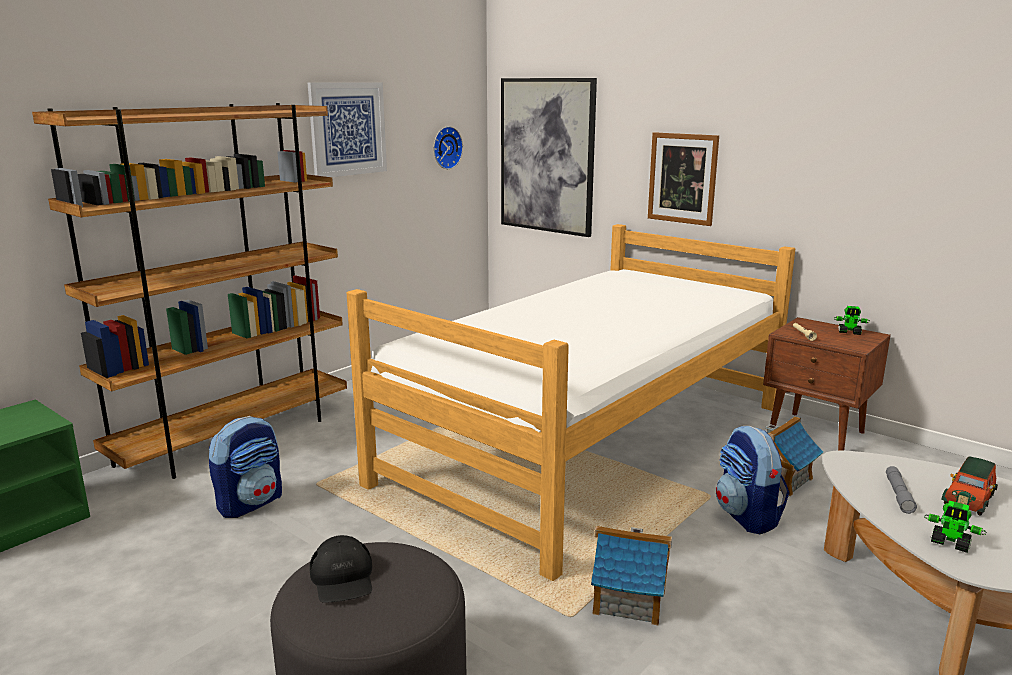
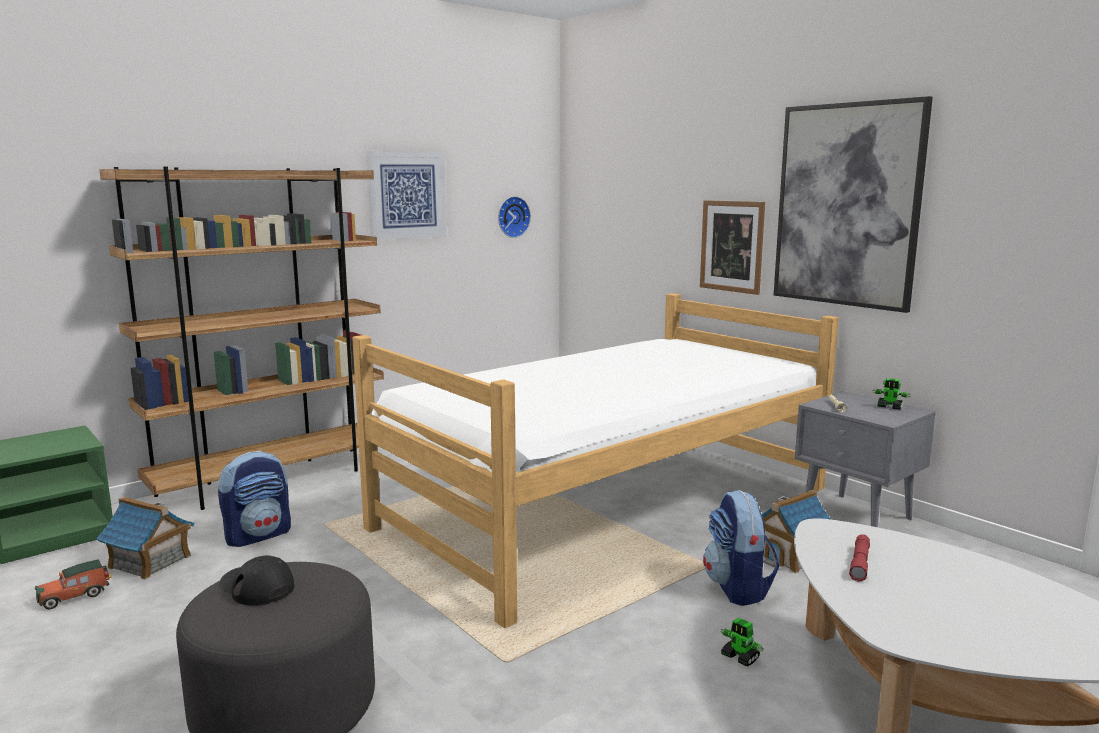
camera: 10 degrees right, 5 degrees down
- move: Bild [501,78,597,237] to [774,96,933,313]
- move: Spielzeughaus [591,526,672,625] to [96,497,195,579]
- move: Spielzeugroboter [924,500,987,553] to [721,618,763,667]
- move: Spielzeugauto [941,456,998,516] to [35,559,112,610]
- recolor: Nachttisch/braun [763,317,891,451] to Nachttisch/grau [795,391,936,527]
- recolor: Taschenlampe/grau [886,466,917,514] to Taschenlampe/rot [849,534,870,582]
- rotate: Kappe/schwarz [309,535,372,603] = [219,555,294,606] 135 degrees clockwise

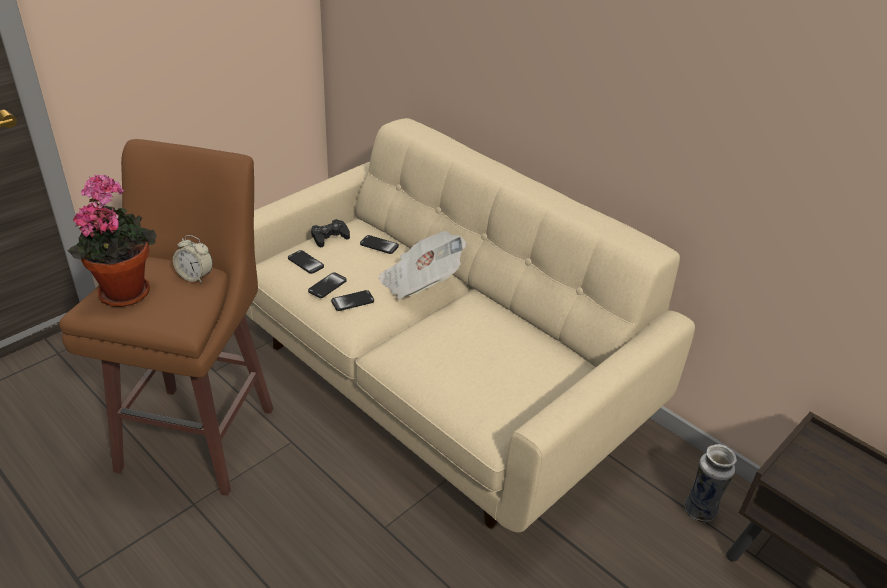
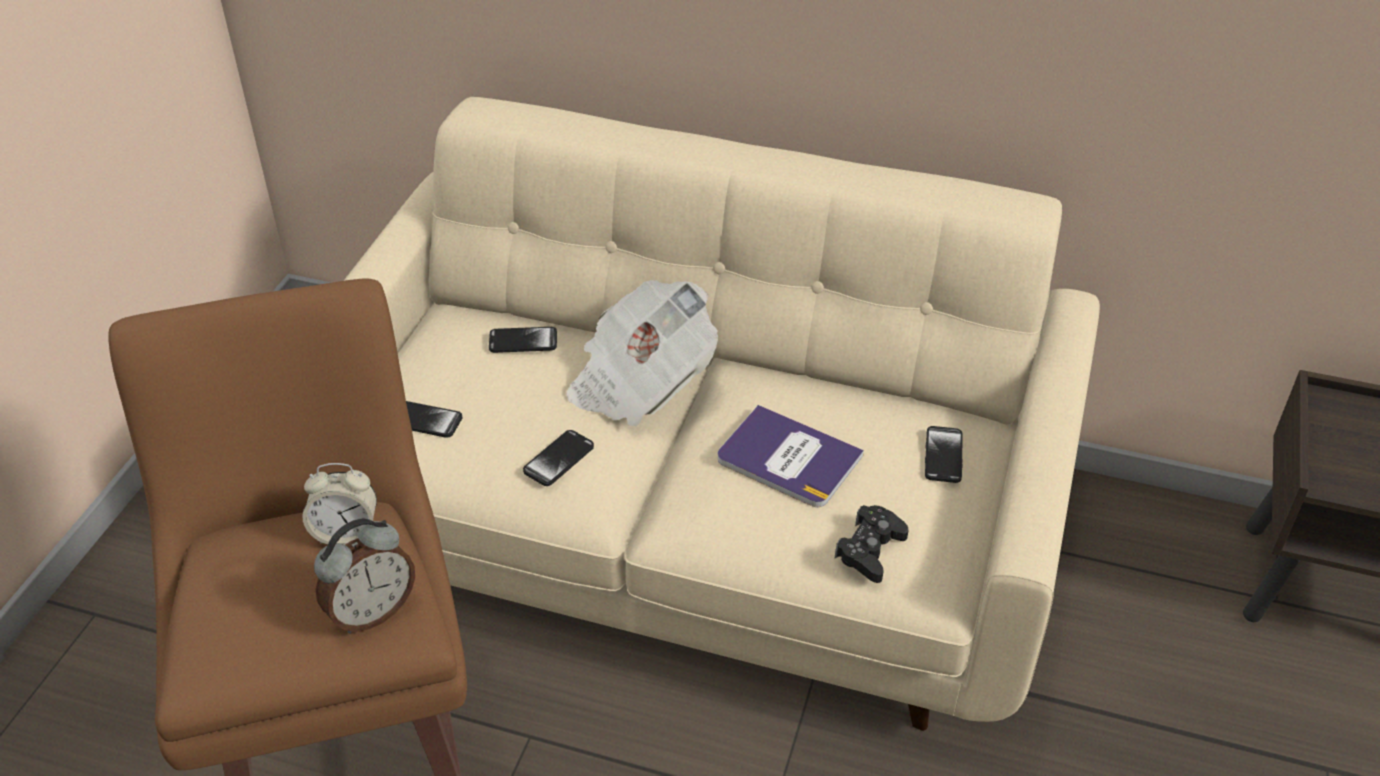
camera: 25 degrees left, 5 degrees up
- delete: Topfpflanze [68,175,157,307]
- delete: Vase [685,444,737,523]
- insert: Wecker [314,519,415,633]
- insert: Buch [718,405,864,507]
- move: Handy [308,272,347,298] to [925,426,963,483]
- move: Gamepad/schwarz [311,219,350,247] to [834,505,909,583]

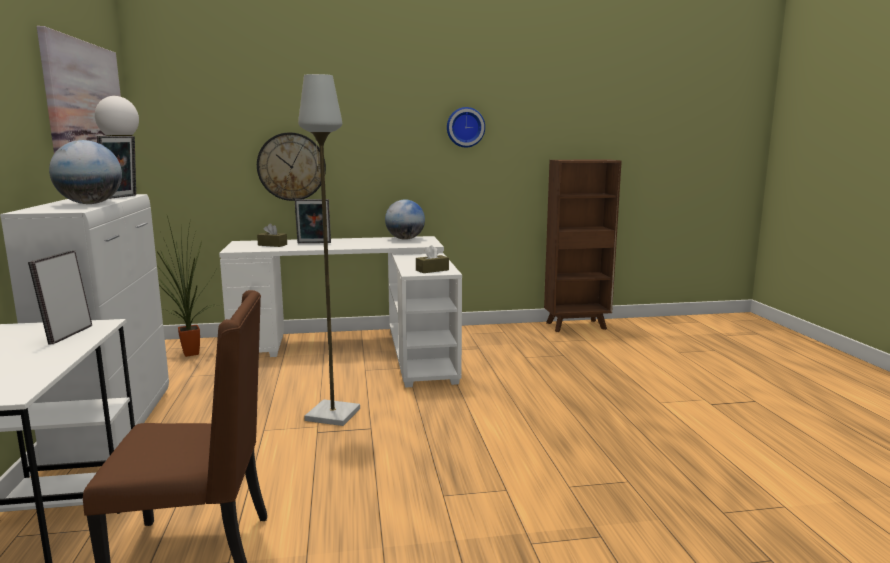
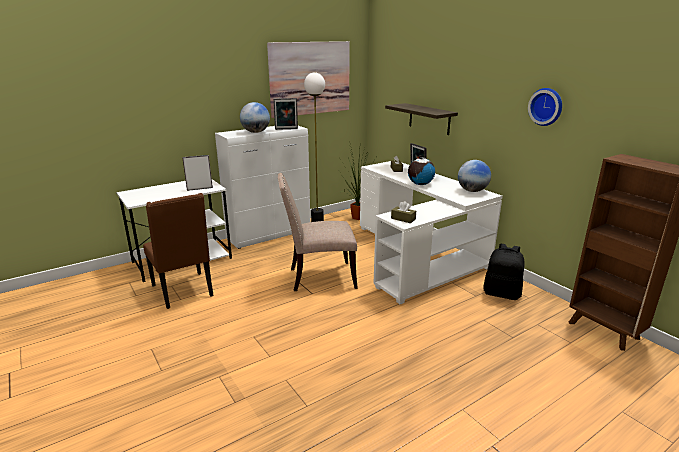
camera: 65 degrees right, 10 degrees up
- insert: Globus [408,155,435,185]
- insert: Rucksack/schwarz [483,244,524,300]
- replace: Wanduhr [257,132,326,201] to Wandregal [385,103,458,135]
- replace: Stehlampe/grau [298,74,360,426] to Stuhl/beige [278,173,358,291]

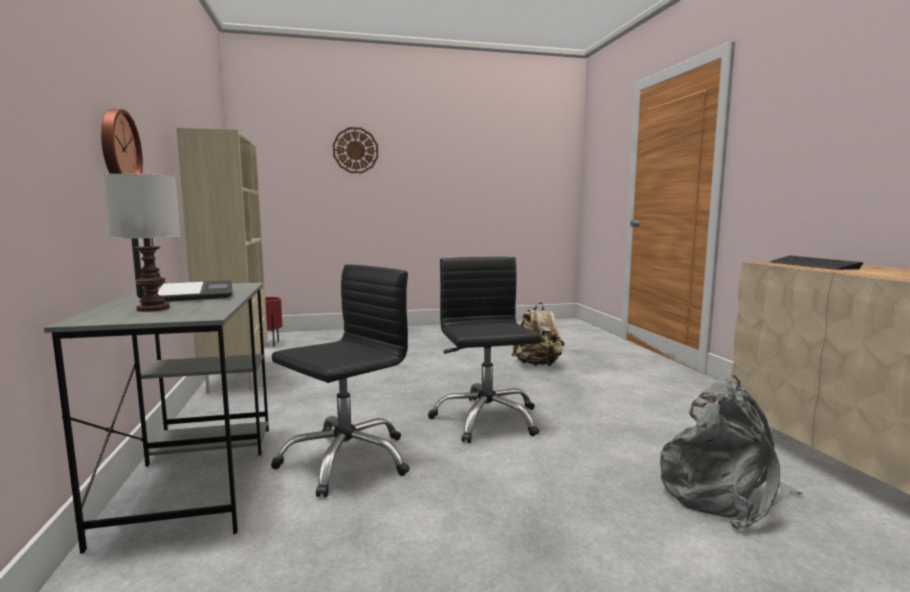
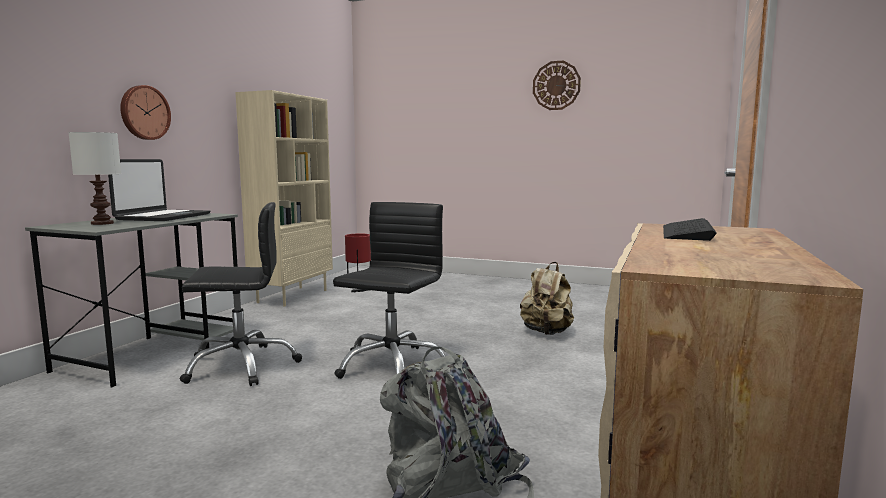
camera: 35 degrees right, 0 degrees up
- move: Wanduhr [333,127,378,173] to [533,60,581,110]

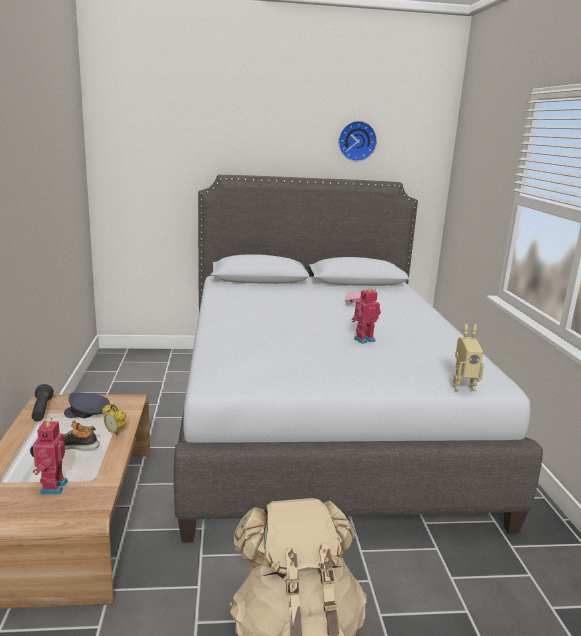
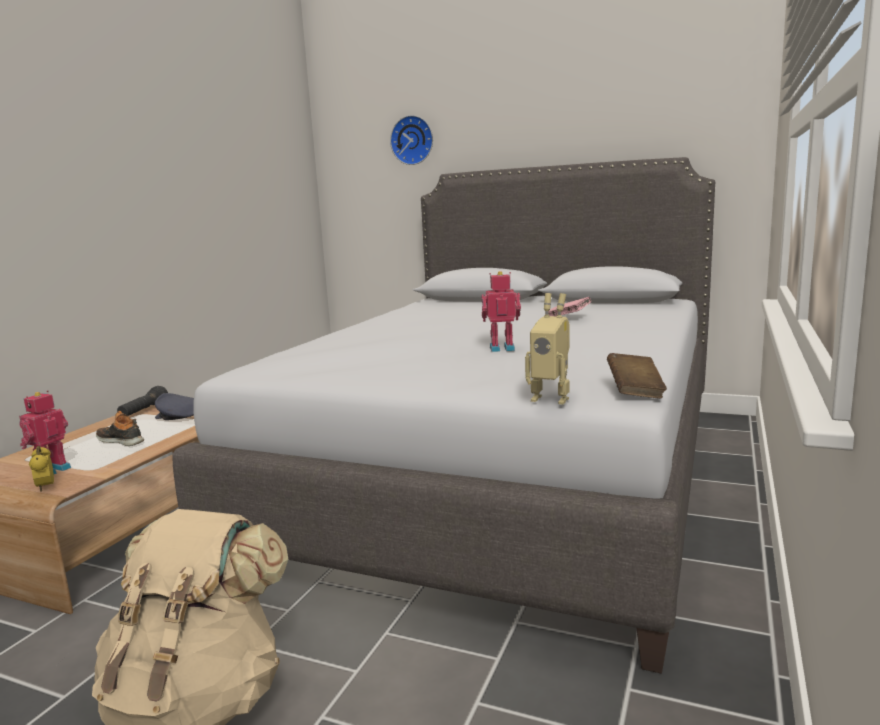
camera: 30 degrees right, 5 degrees down
- insert: Buch/braun [607,353,667,398]
- move: Wecker [102,404,126,436] to [29,446,54,492]
- move: Wanduhr [338,121,377,162] to [390,115,433,165]

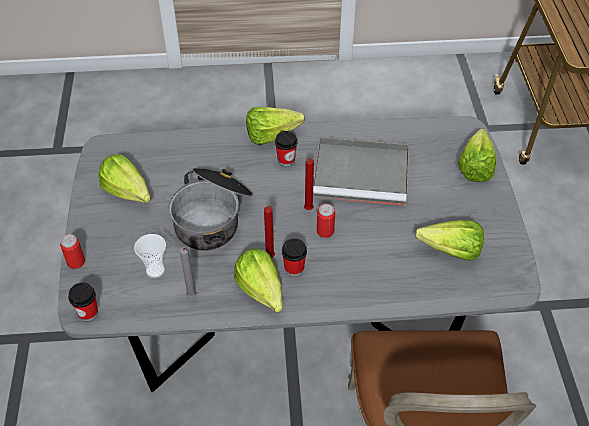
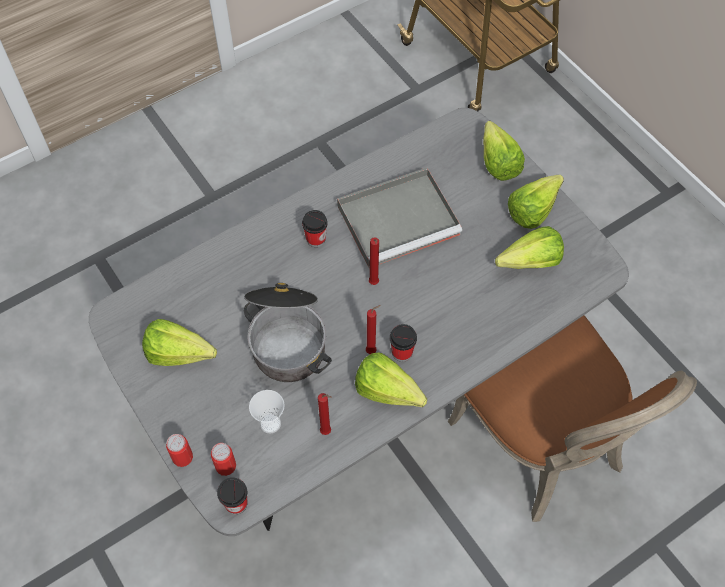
camera: 30 degrees left, 10 degrees up
- move: Salatkopf [246,107,305,145] to [508,175,564,229]
- move: Dose [317,204,335,238] to [211,443,236,476]
- recolor: Kerze/grau [179,247,197,298] to Kerze/rot [318,393,332,435]

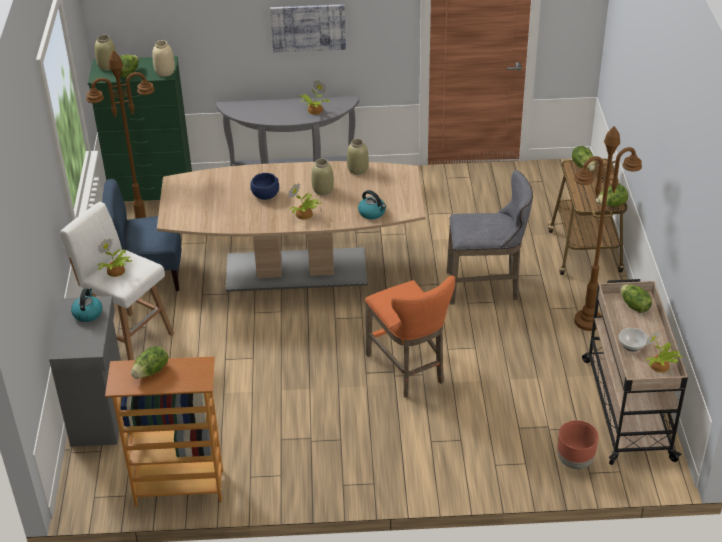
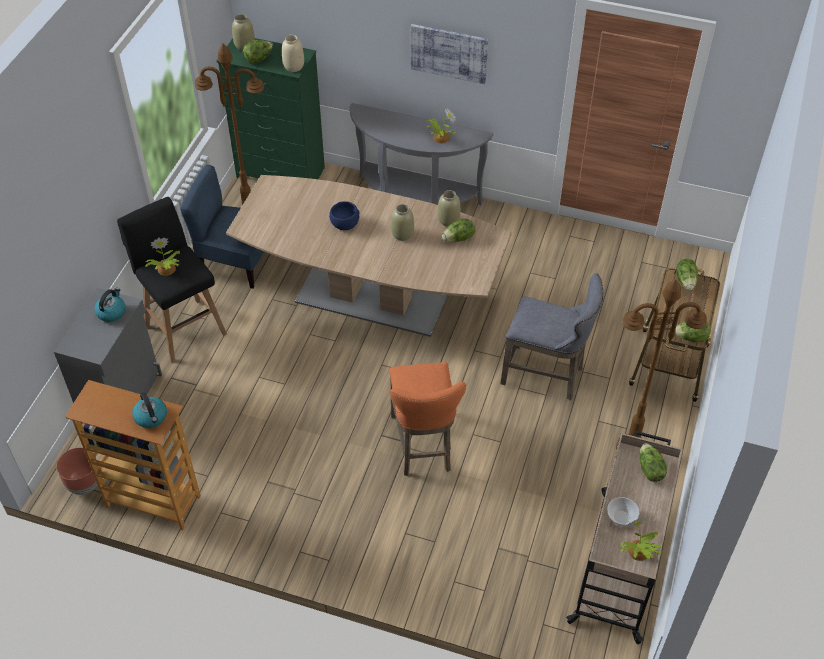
camera: 20 degrees right, 10 degrees up
- delete: Topfpflanze [288,183,321,220]
- move: Salatkopf [131,346,168,378] to [442,219,476,242]
- move: Wasserkessel [358,190,386,219] to [132,392,167,428]
- move: Pflanzkübel/braun [557,420,599,469] to [56,448,98,495]
- recolor: Hocker/weiß [60,202,174,360] to Hocker/schwarz [117,197,227,363]

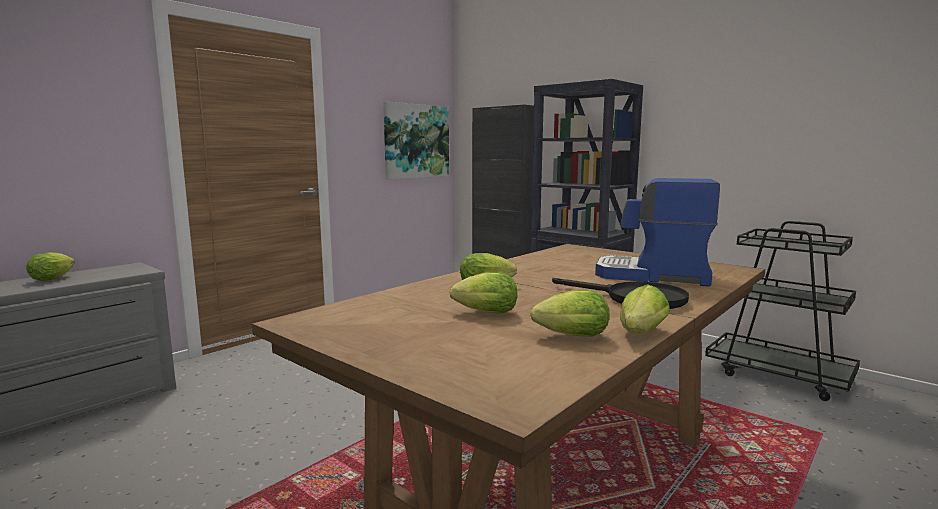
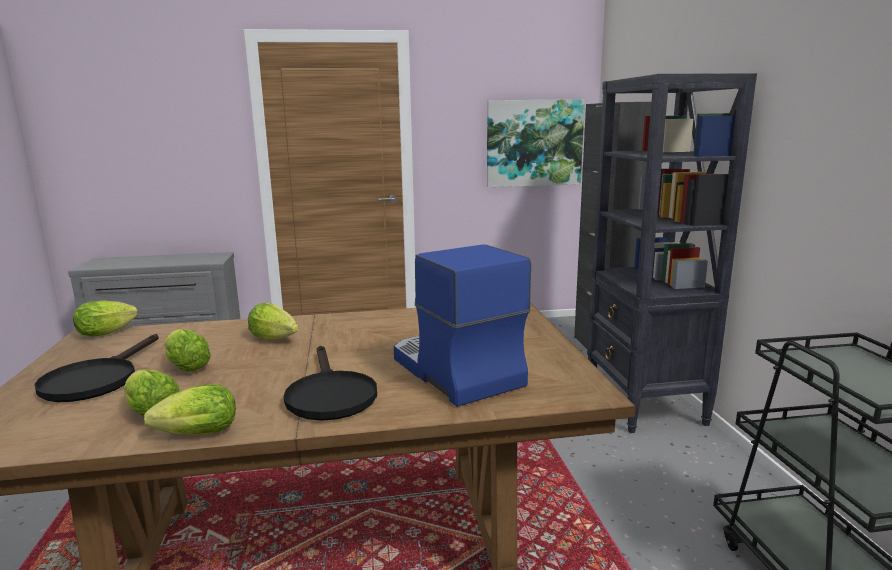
camera: 40 degrees right, 5 degrees up
- insert: Pfanne/schwarz [34,334,159,402]
- move: Salatkopf [26,252,75,281] to [73,300,138,337]

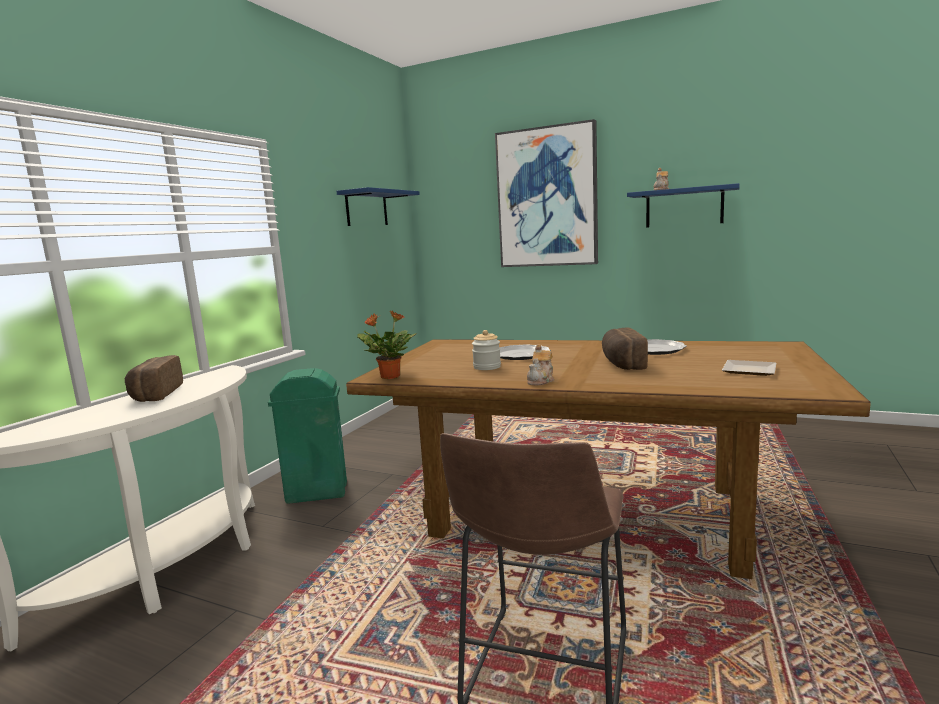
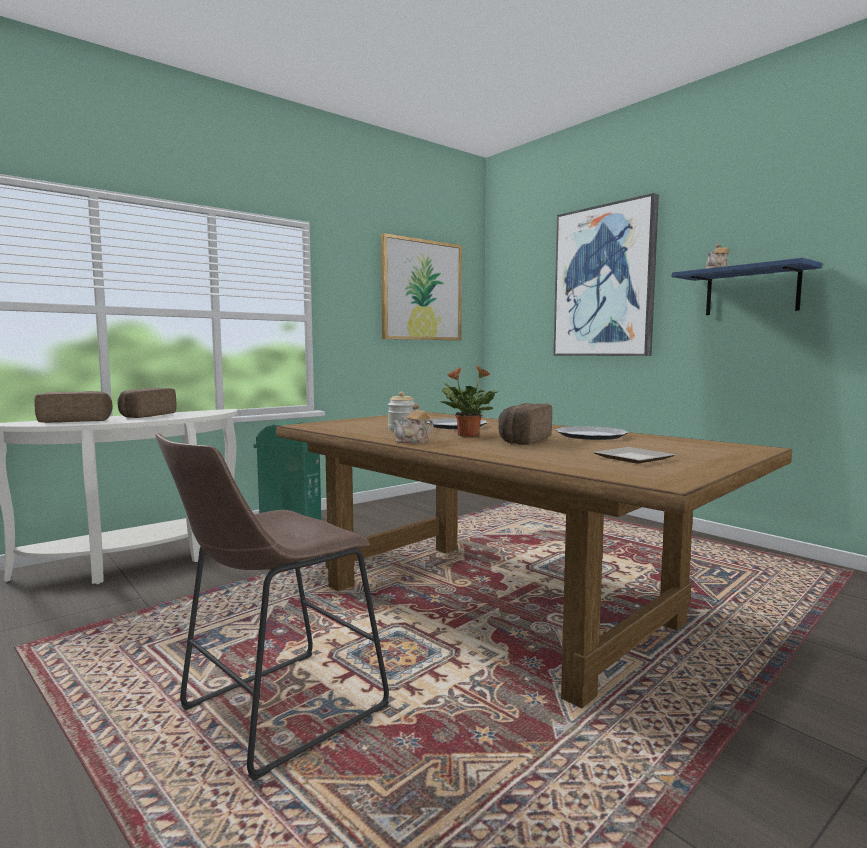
camera: 25 degrees right, 5 degrees down
- insert: Brot [34,391,113,423]
- move: Topfpflanze [357,311,416,379] to [440,366,499,437]
- replace: Wandregal/blau [337,187,420,226] to Bild [381,233,462,340]

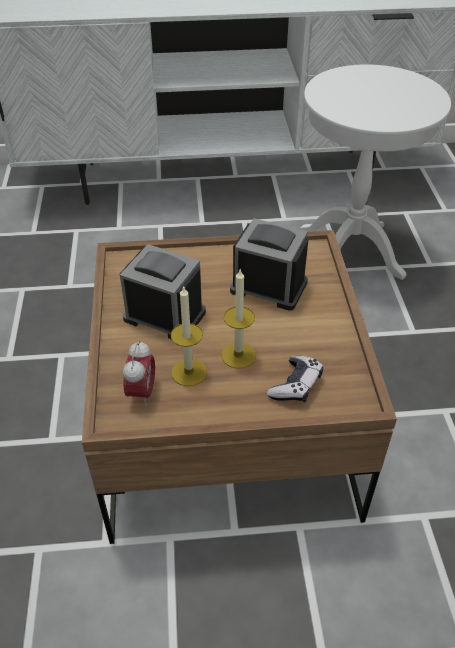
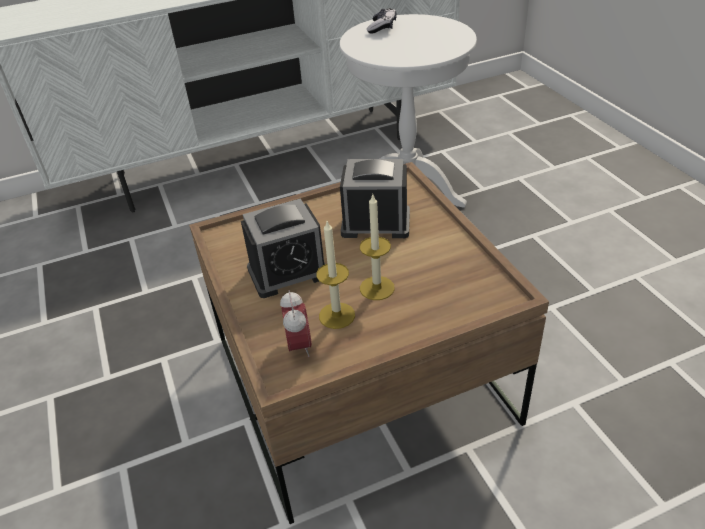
camera: 15 degrees left, 5 degrees down
- move: Gamepad [267,356,323,402] to [367,8,397,34]
- rotate: Wecker [120,244,206,339] = [241,198,325,298] 150 degrees clockwise

